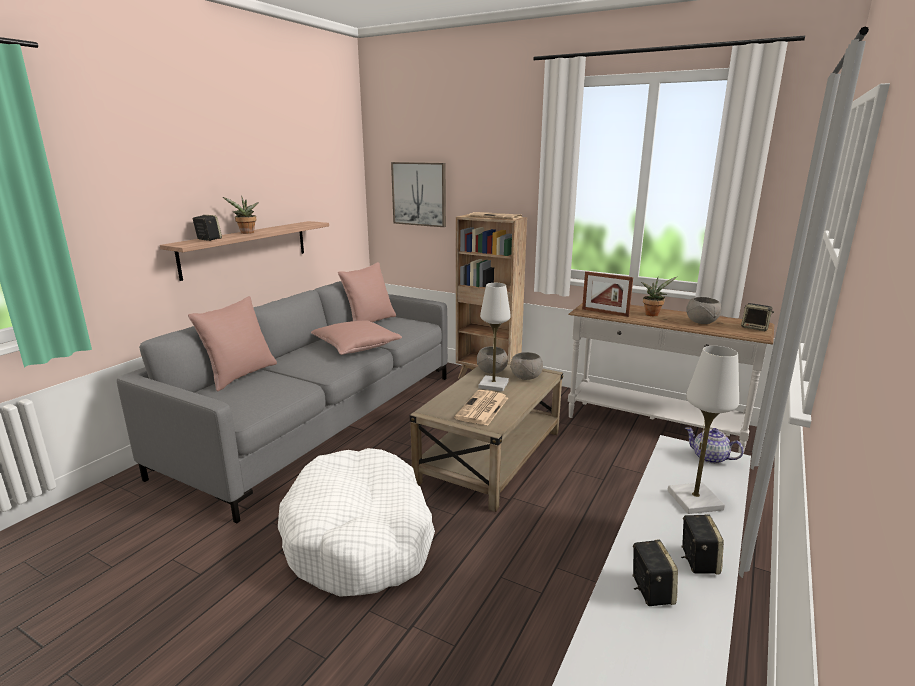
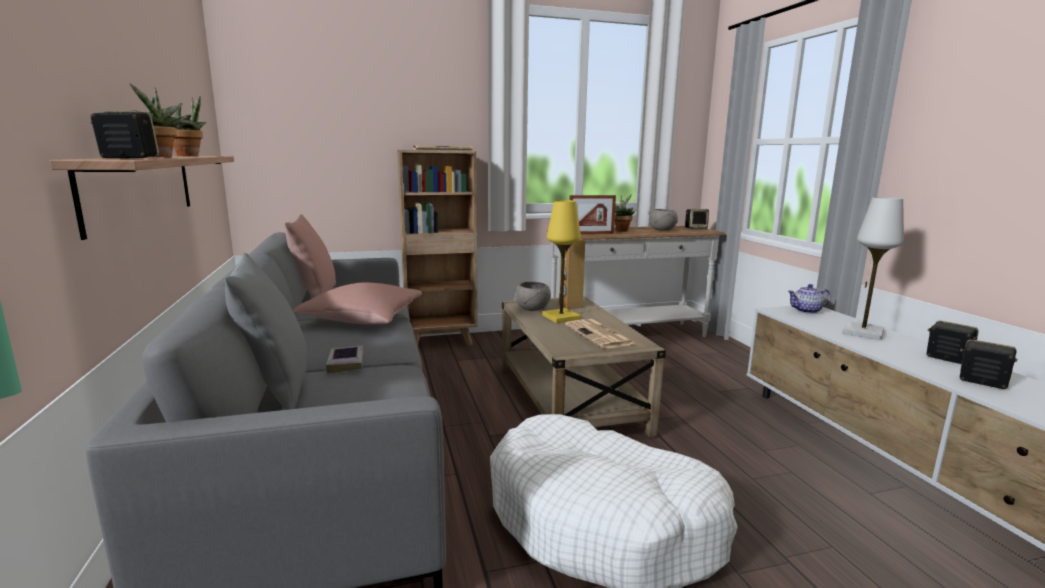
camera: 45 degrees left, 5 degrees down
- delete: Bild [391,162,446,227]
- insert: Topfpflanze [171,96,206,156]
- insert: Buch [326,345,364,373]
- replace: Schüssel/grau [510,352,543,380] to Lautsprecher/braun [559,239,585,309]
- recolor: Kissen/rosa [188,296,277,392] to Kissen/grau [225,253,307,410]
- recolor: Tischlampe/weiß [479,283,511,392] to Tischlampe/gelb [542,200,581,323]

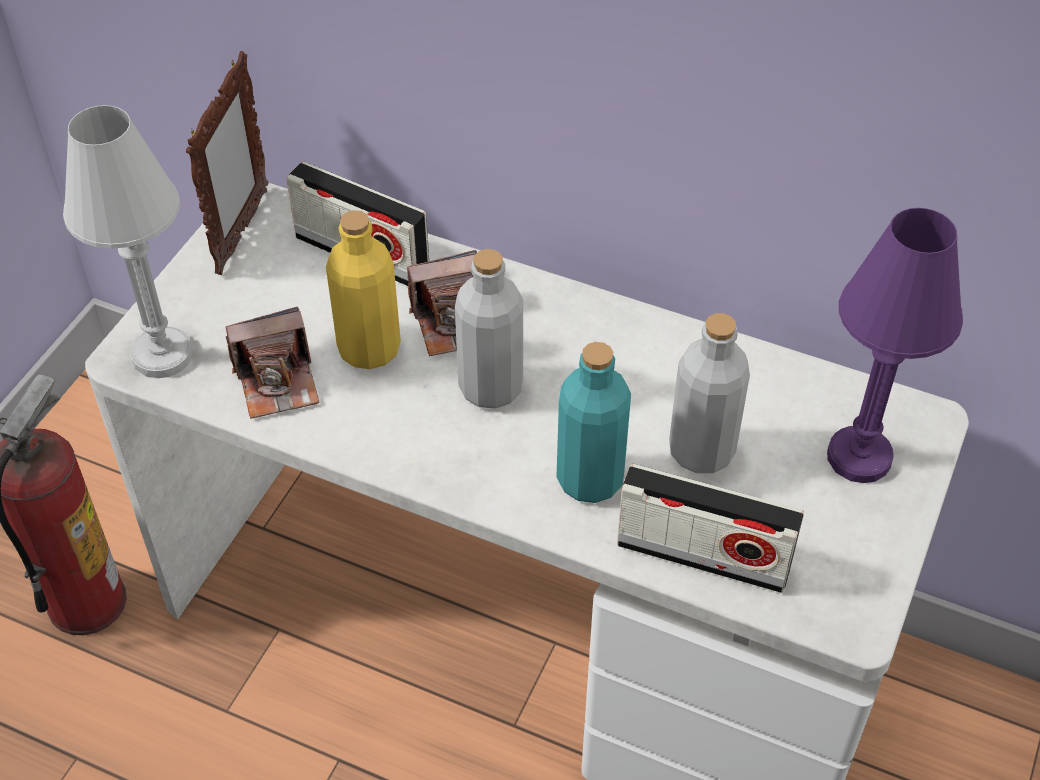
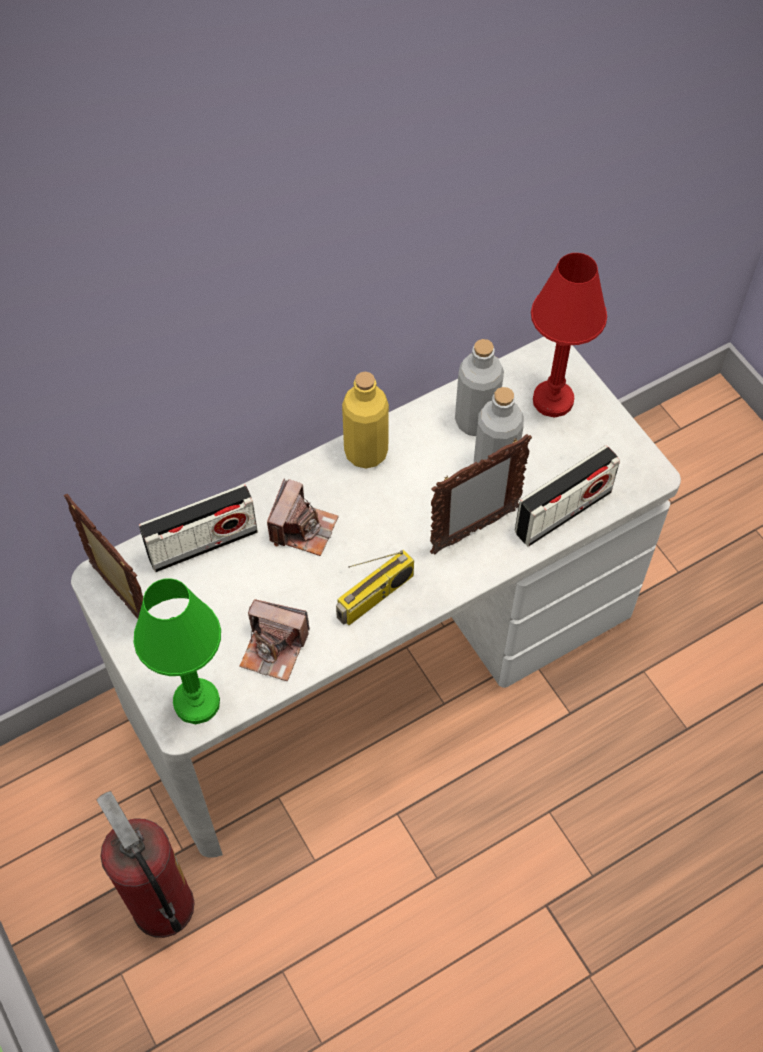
camera: 55 degrees left, 10 degrees up
- insert: Radio [336,549,414,625]
- move: Flasche/gelb [326,210,401,369] to [342,372,389,468]
- move: Flasche/grau [455,249,523,409] to [455,339,504,436]
- replace: Flasche/türkis [557,342,631,503] to Bilderrahmen [430,434,532,554]
- recolor: Tischlampe/weiß [63,105,193,378] to Tischlampe/grün [134,578,221,724]
- recolor: Tischlampe/lila [827,208,963,483] to Tischlampe/rot [531,253,607,418]
- rotate: Kamera [226,307,319,419] = [240,599,310,681] 90 degrees clockwise

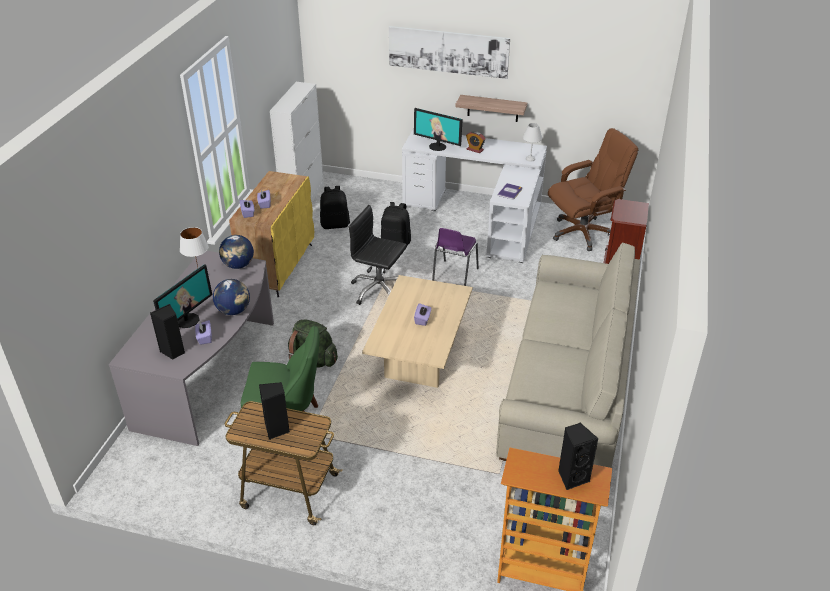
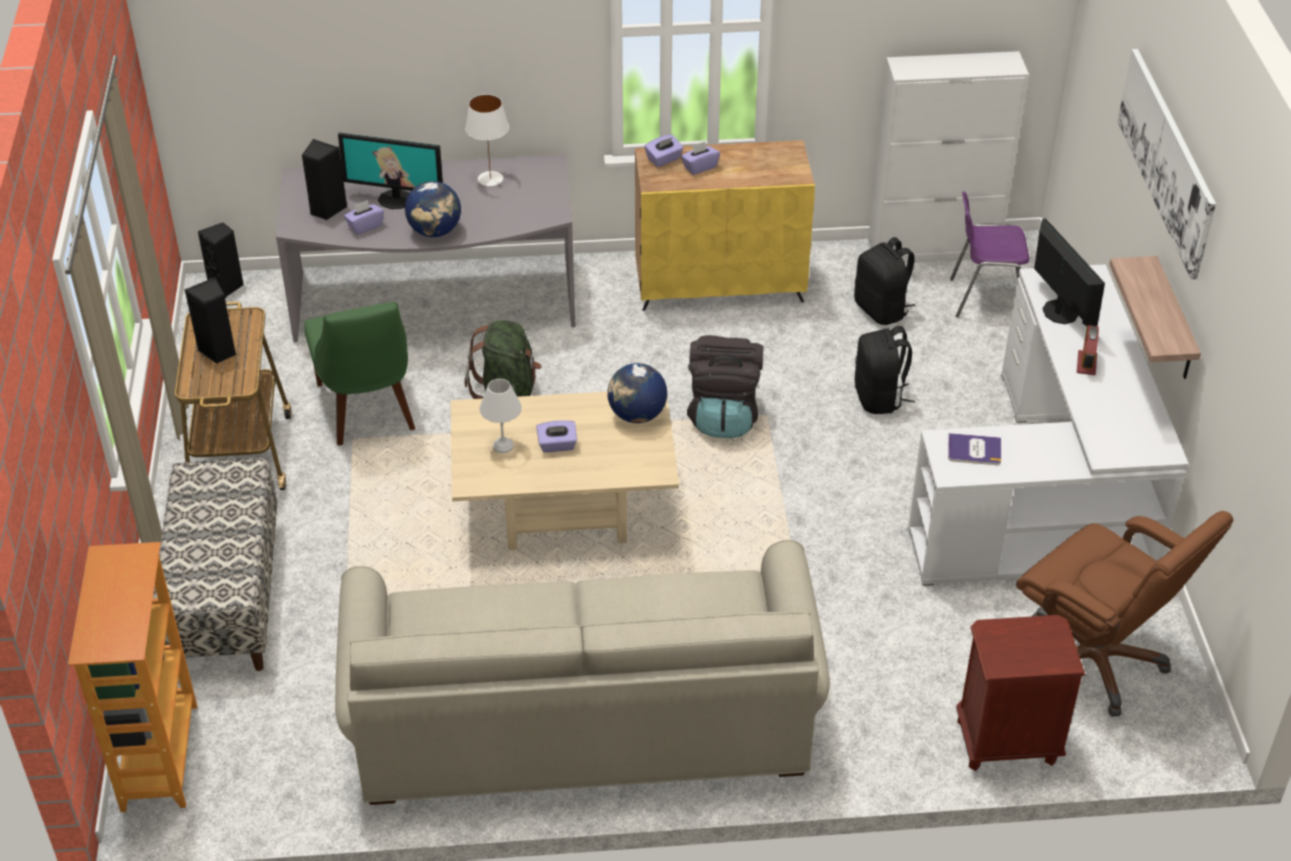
camera: 70 degrees right, 5 degrees up
- insert: Bank [153,458,277,671]
- move: Globus [219,235,254,269] to [607,363,667,423]
- move: Stuhl/lila [432,228,479,286] to [950,191,1030,318]
- move: Tischlampe/weiß [523,123,542,162] to [480,379,522,453]
- move: Lautsprecher/schwarz [558,423,599,490] to [198,223,244,298]
- replace: Bürostuhl/schwarz [348,205,407,305] to Rucksack/schwarz [687,335,764,438]
- rotate: Monitor [414,108,463,151] = [1034,218,1105,326] 150 degrees clockwise

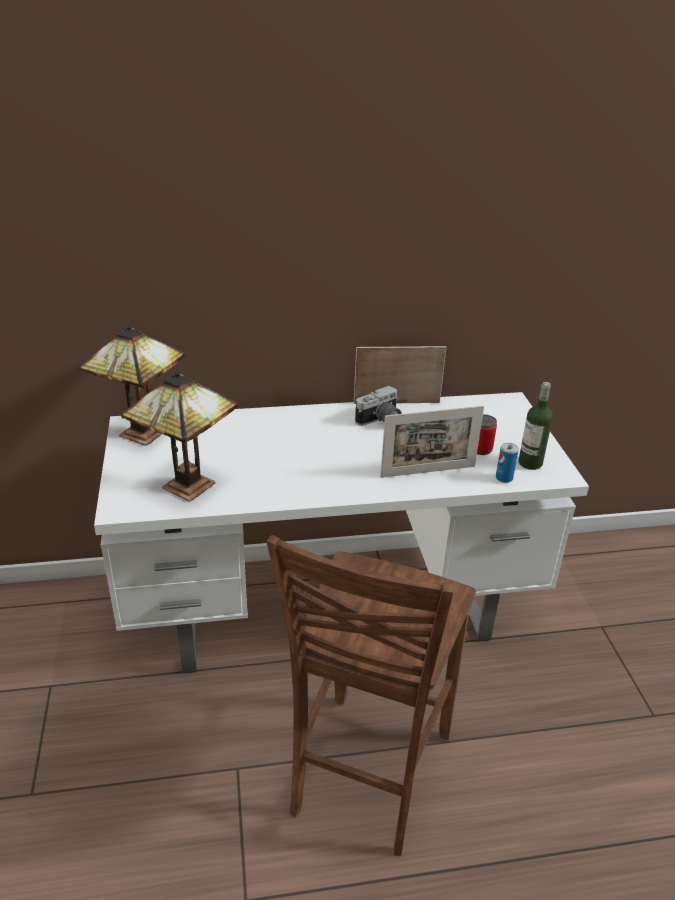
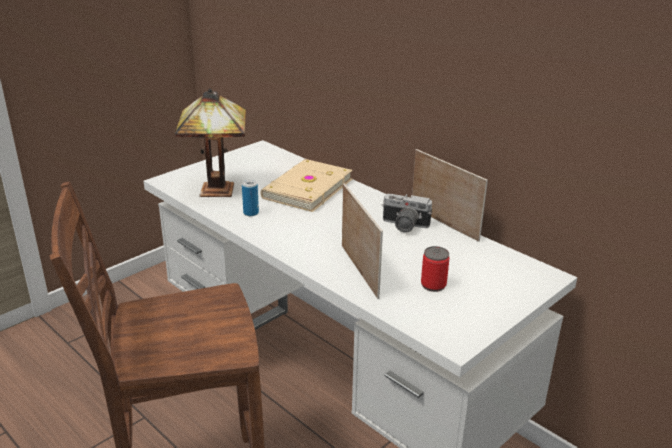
camera: 55 degrees right, 5 degrees down
- delete: Tischlampe [79,325,185,446]
- delete: Flasche [519,382,553,470]
- insert: Buch/beige [261,159,352,212]
- move: Dose [496,443,519,483] to [242,180,259,216]
- rotate: Bilderrahmen [380,406,484,478] = [342,183,383,299] 150 degrees counterclockwise

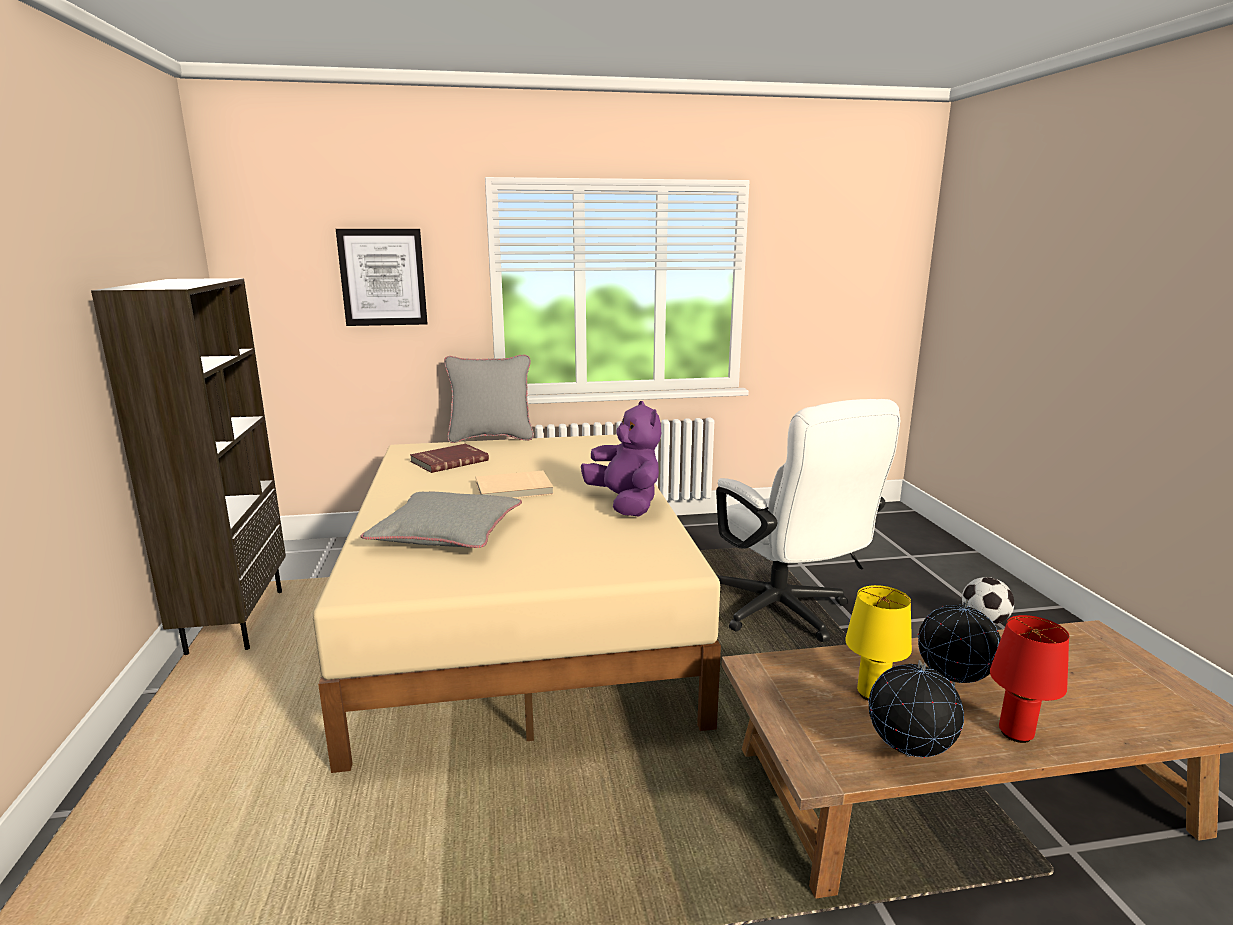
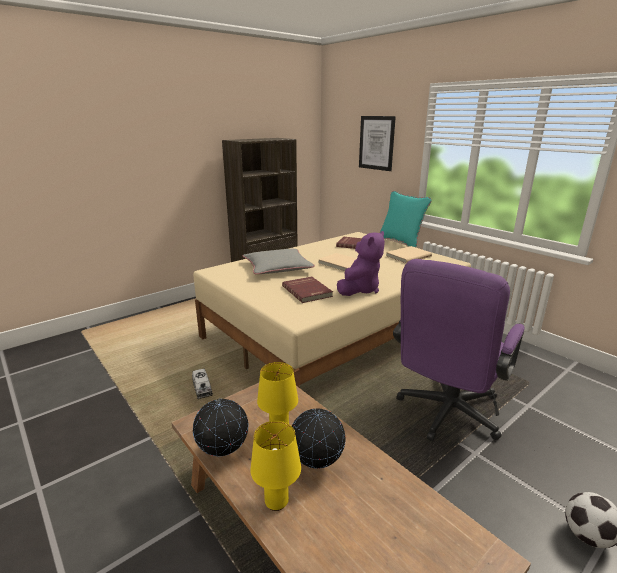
camera: 60 degrees right, 5 degrees up
- insert: Spielzeuglaster [192,369,213,399]
- insert: Buch/rot [282,276,333,303]
- insert: Buch/beige [386,246,432,264]
- recolor: Kissen/grau [444,354,534,443] to Kissen/türkis [379,191,432,247]
- recolor: Bürostuhl/weiß [716,399,900,642] to Bürostuhl/lila [393,259,525,441]
- recolor: Tischlampe/rot [990,615,1069,743] to Tischlampe/gelb [250,421,301,511]

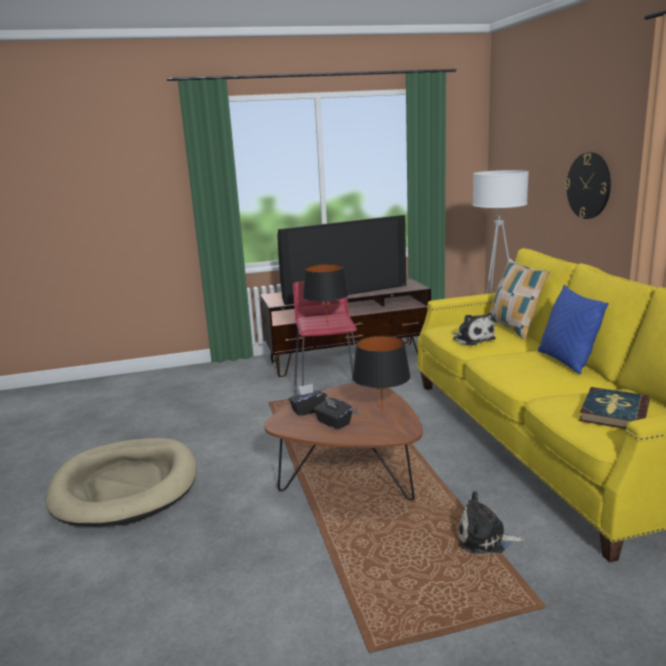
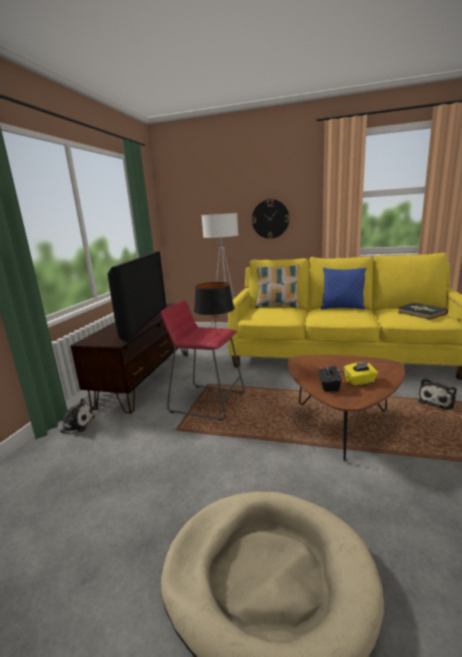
camera: 60 degrees left, 0 degrees up
- delete: Tischlampe/schwarz [352,336,411,412]
- move: Plüschtier [452,313,496,346] to [56,399,95,434]
- recolor: Taschentuchbox/schwarz [314,396,353,429] to Taschentuchbox/gelb [343,362,378,386]

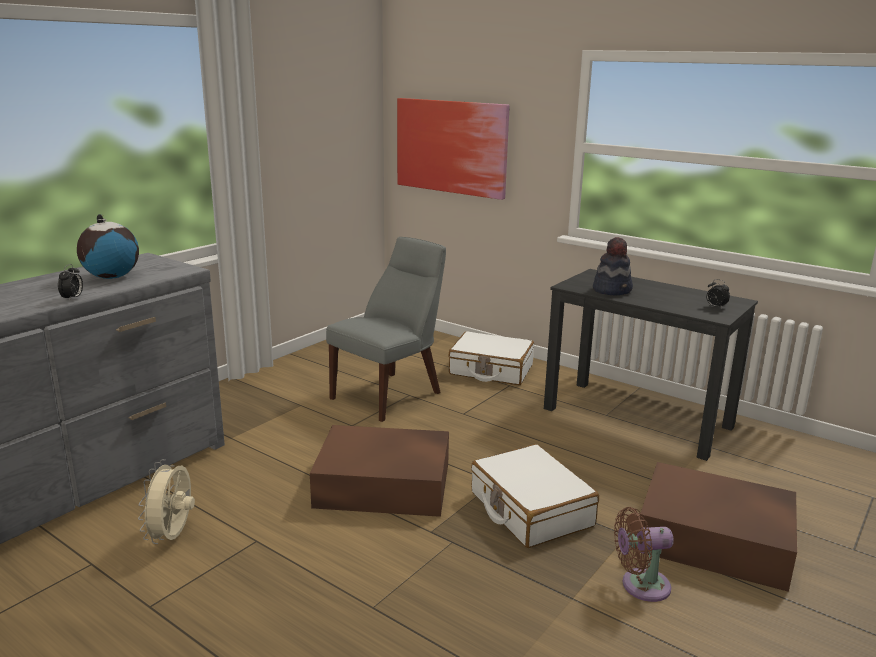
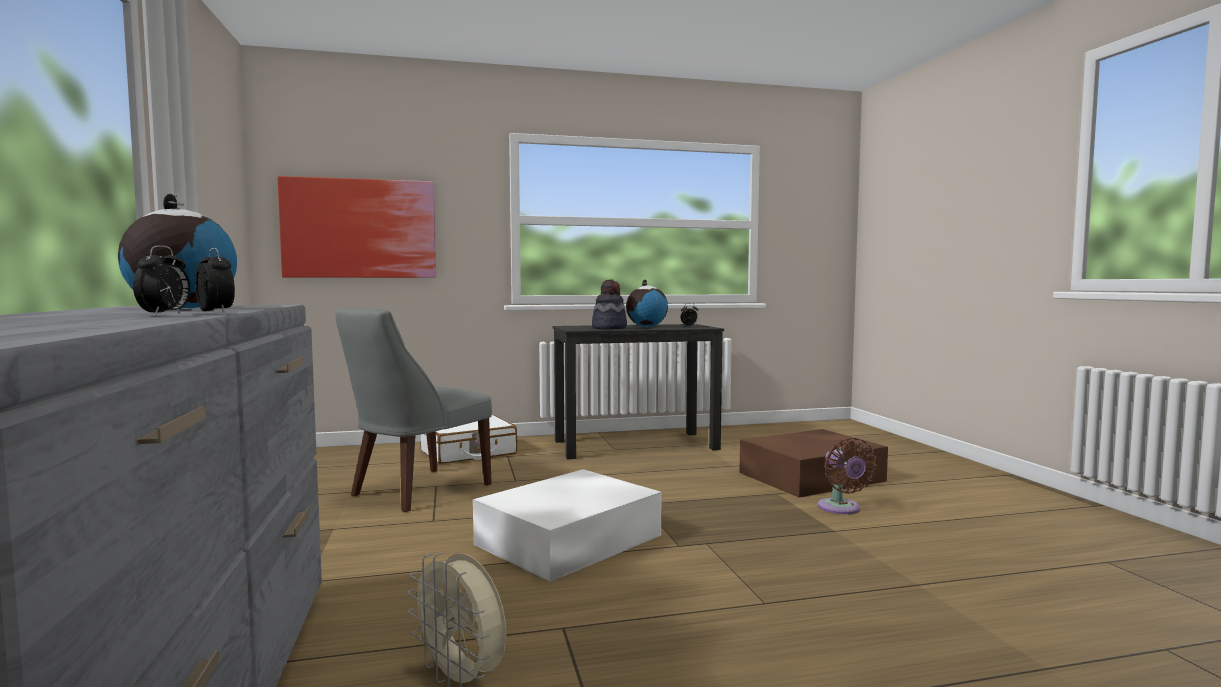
camera: 50 degrees left, 15 degrees down
- delete: Koffer/weiß [471,444,599,548]
- insert: Wecker [133,245,190,315]
- insert: Globus [626,280,668,327]
- recolor: Aufbewahrungsbox/braun [310,425,449,517] to Aufbewahrungsbox/weiß [473,469,661,582]
- rotate: Stuhl/grau [326,237,446,422] = [335,308,492,512] 135 degrees counterclockwise
- rotate: Ventilator/braun [614,507,674,602] = [818,437,877,514] 45 degrees counterclockwise

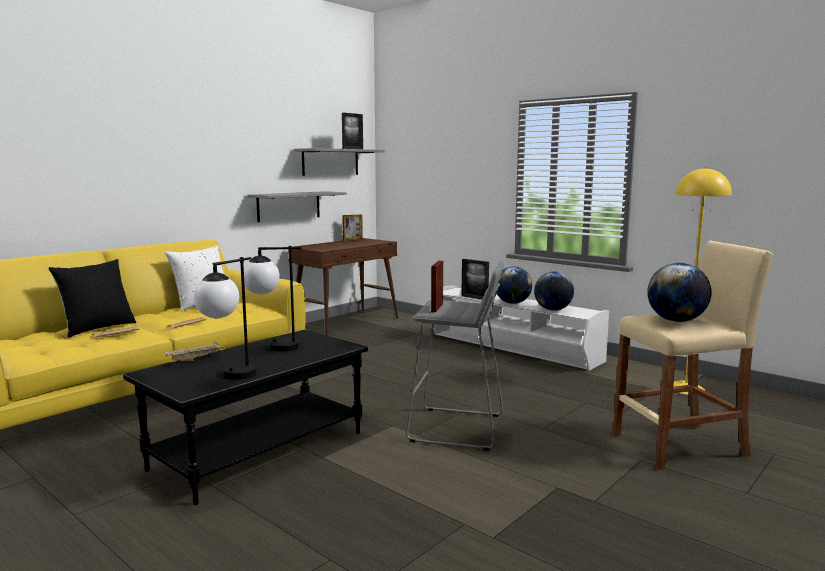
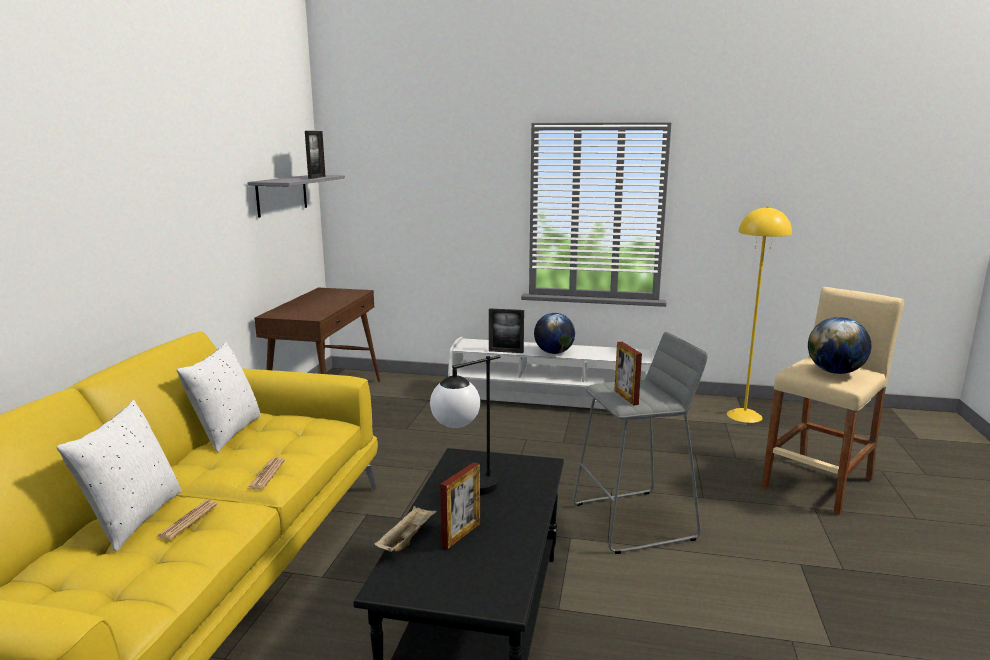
camera: 30 degrees left, 5 degrees up
- delete: Tischlampe [194,257,257,380]
- delete: Wandregal/grau [247,191,347,222]
- delete: Globus [534,272,574,311]
- move: Bilderrahmen [342,215,363,241] to [440,462,480,549]
- recolor: Kissen/schwarz [48,259,136,338] to Kissen/weiß [56,400,182,552]

